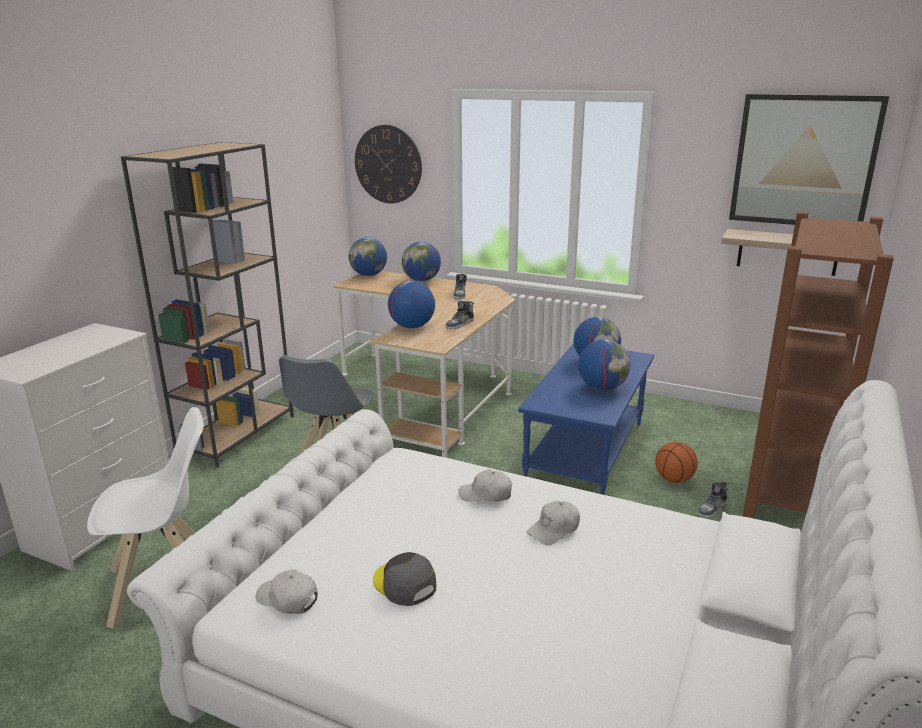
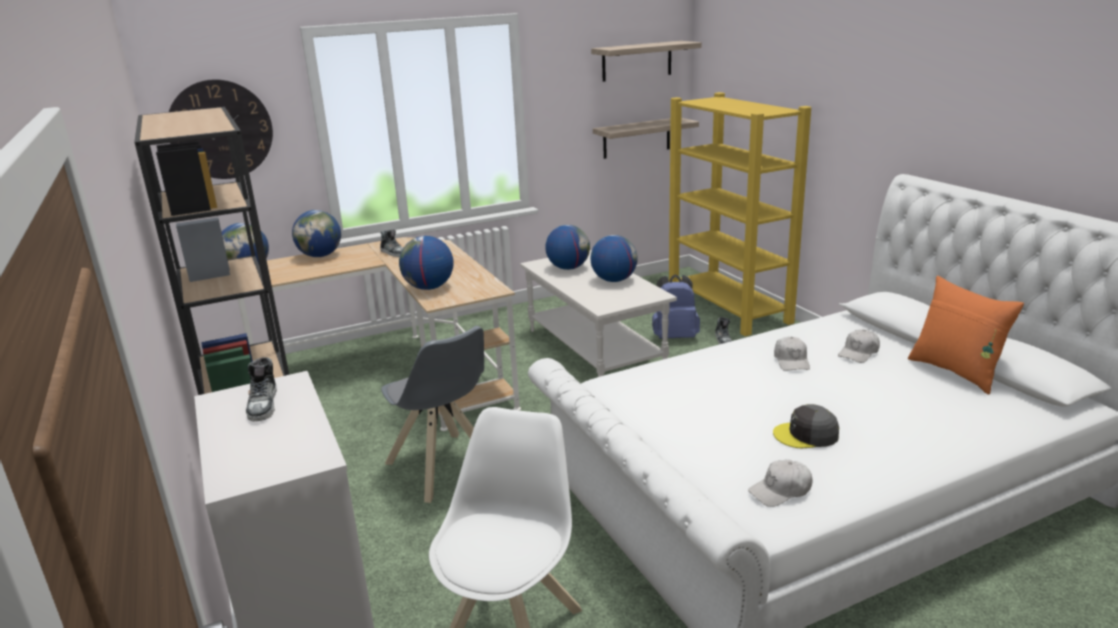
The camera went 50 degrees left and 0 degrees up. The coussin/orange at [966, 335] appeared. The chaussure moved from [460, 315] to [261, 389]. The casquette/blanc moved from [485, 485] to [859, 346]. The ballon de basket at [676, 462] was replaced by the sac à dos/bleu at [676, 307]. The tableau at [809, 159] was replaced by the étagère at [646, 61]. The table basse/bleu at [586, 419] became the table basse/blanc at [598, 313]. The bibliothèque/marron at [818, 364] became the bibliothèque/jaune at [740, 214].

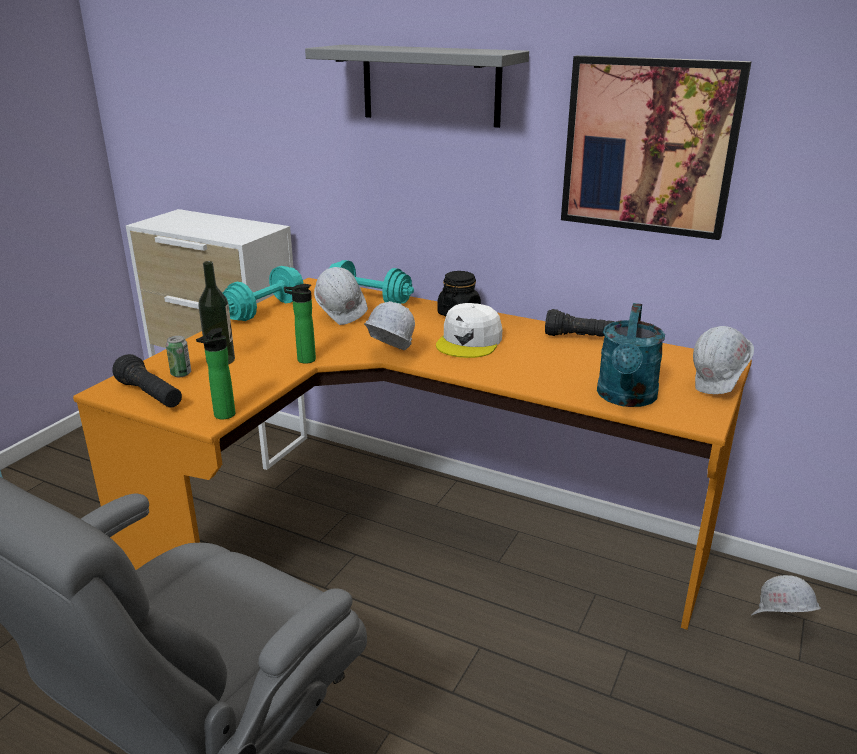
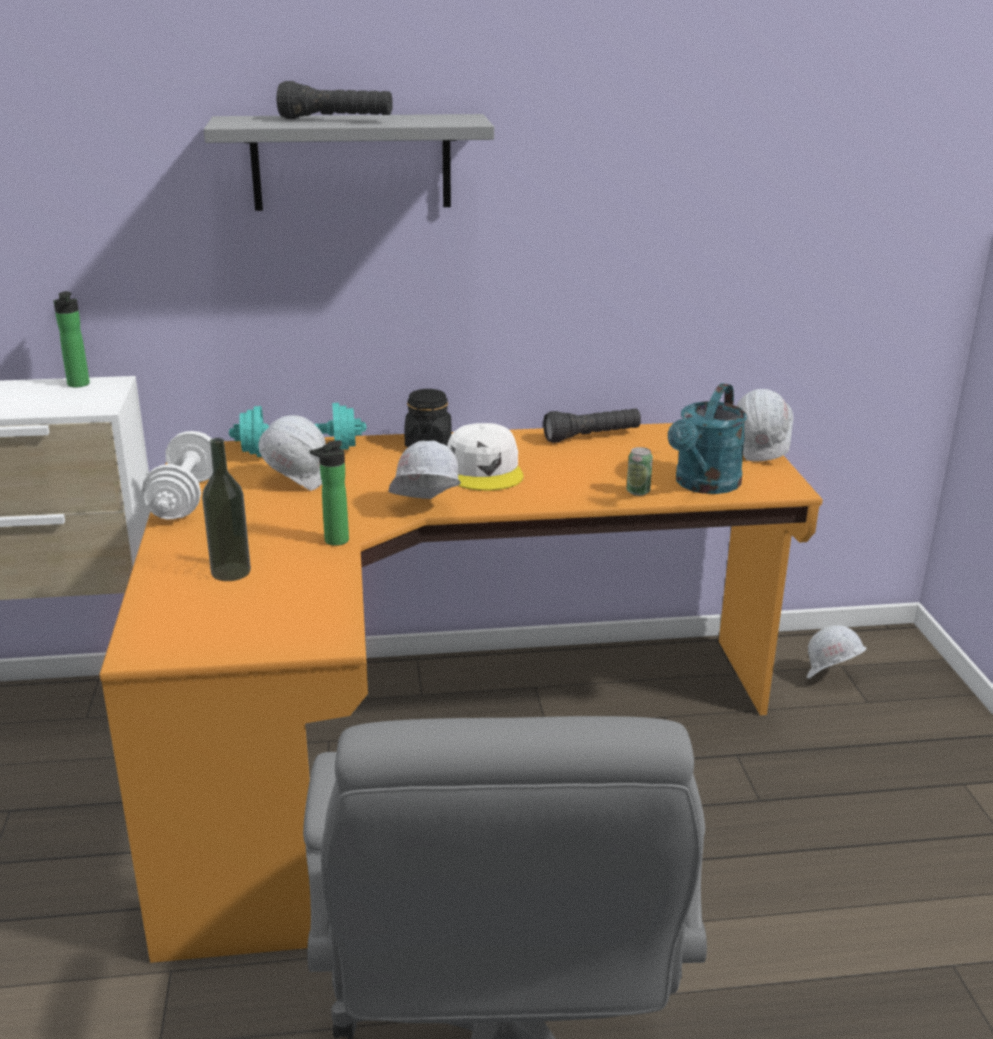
The camera went 35 degrees left and 0 degrees up. The tableau at [656, 147] disappeared. The lampe de poche/noir moved from [147, 381] to [334, 100]. The boîte métallique moved from [178, 356] to [640, 471]. The bouteille moved from [215, 373] to [71, 339]. The haltère/turquoise at [263, 293] became the haltère/blanc at [177, 475]. The arrosoir/turquoise at [631, 355] turned 45 degrees clockwise.

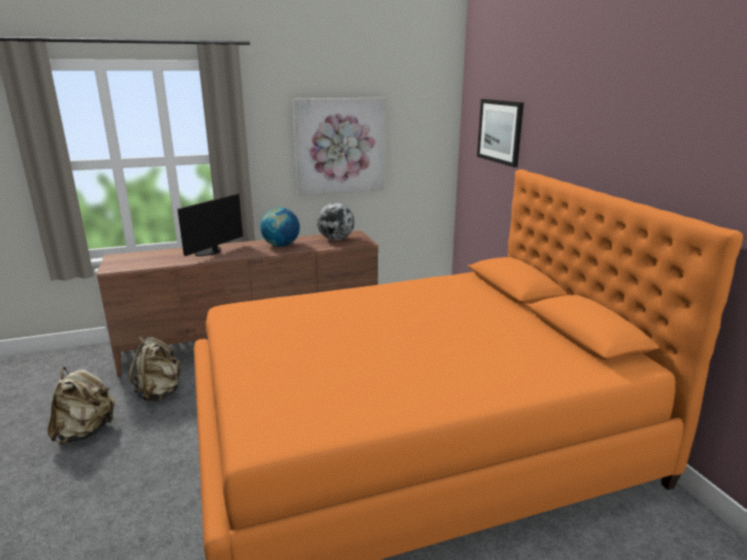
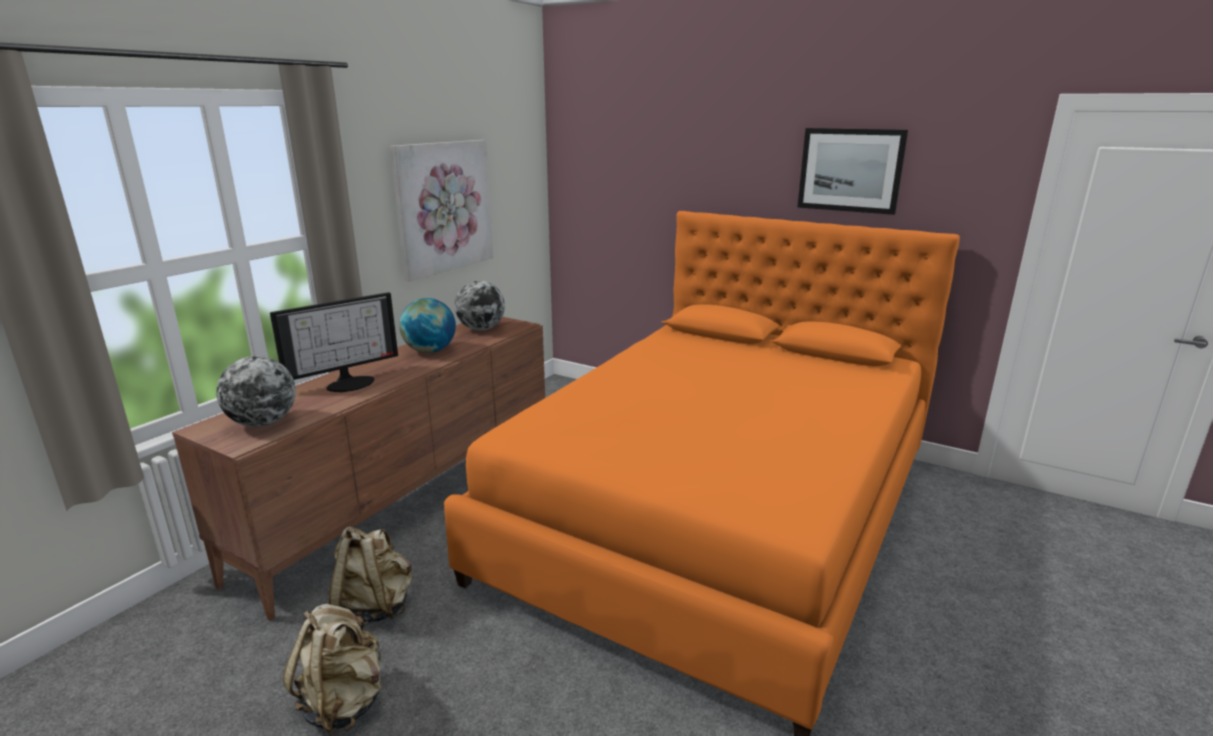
The camera went 40 degrees left and 0 degrees up. The globe at [256, 391] appeared. The tableau moved from [500, 133] to [853, 171]. The écran d'ordinateur at [210, 225] turned 120 degrees counterclockwise.

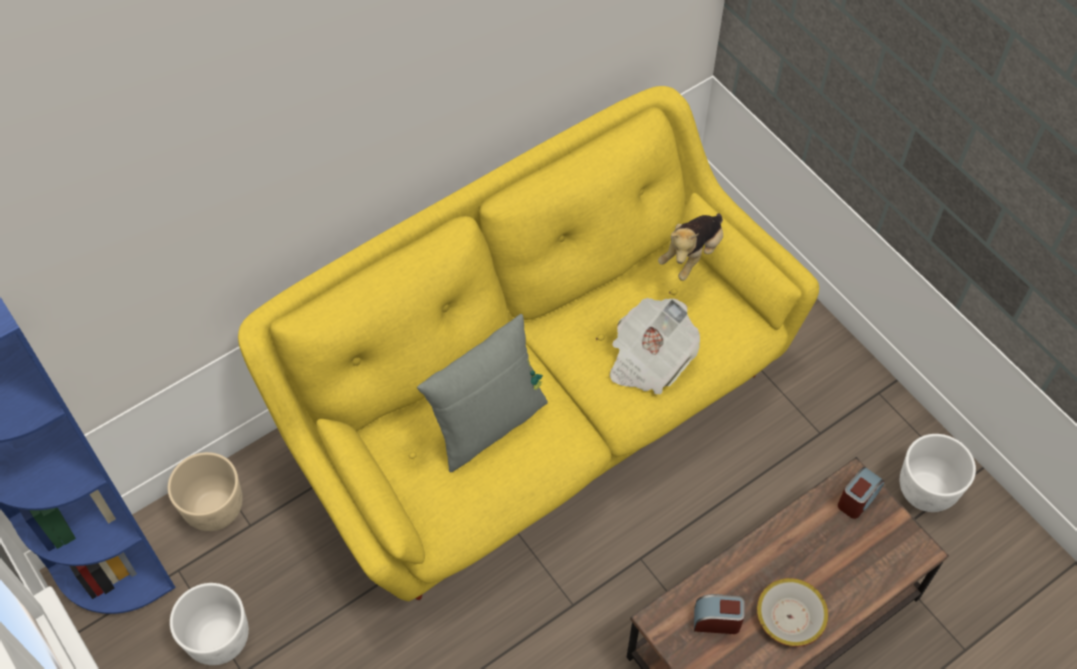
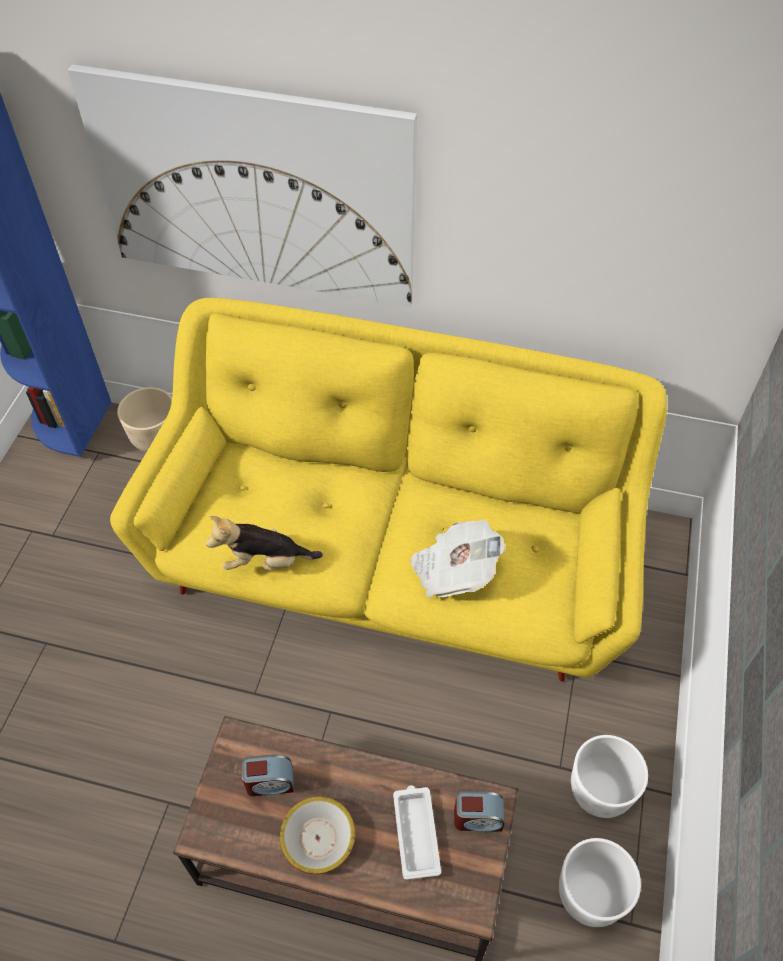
The camera went 50 degrees right and 5 degrees down. The coussin/gris at [482, 393] disappeared. The tableau at [242, 185] appeared. The plateau/blanc at [417, 832] appeared. The cache-pot/blanc moved from [209, 624] to [609, 776]. The peluche moved from [690, 247] to [264, 543]. The réveil at [719, 614] turned 120 degrees clockwise.

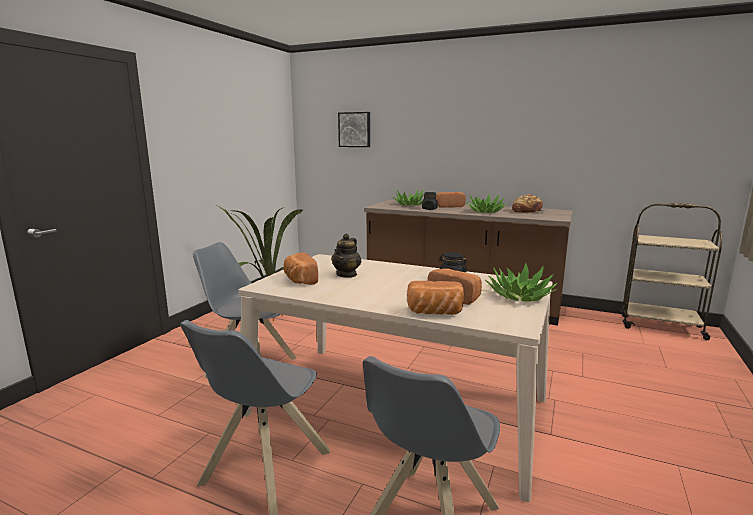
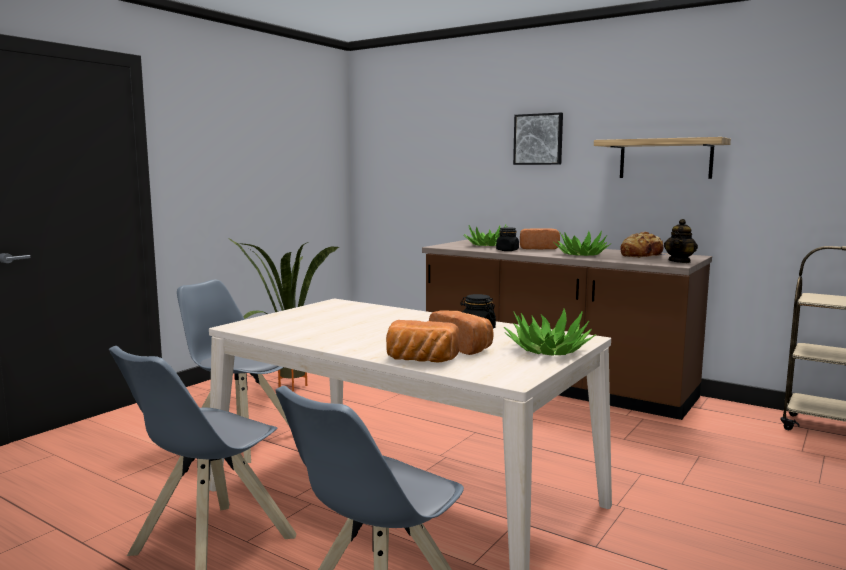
The camera went 10 degrees right and 5 degrees down. The pain at [300, 268] disappeared. The étagère at [662, 158] appeared. The théière moved from [346, 256] to [681, 241]. The tableau moved from [354, 129] to [538, 138].

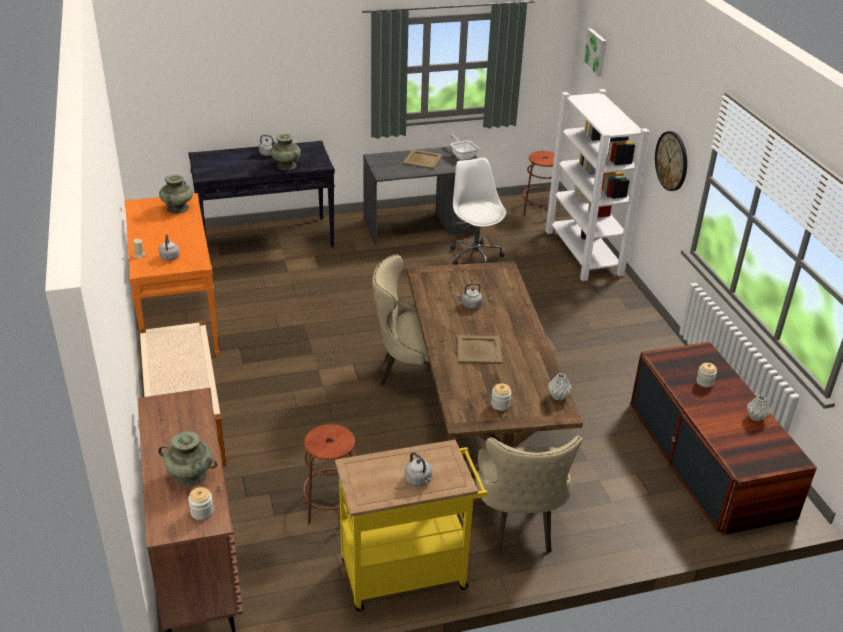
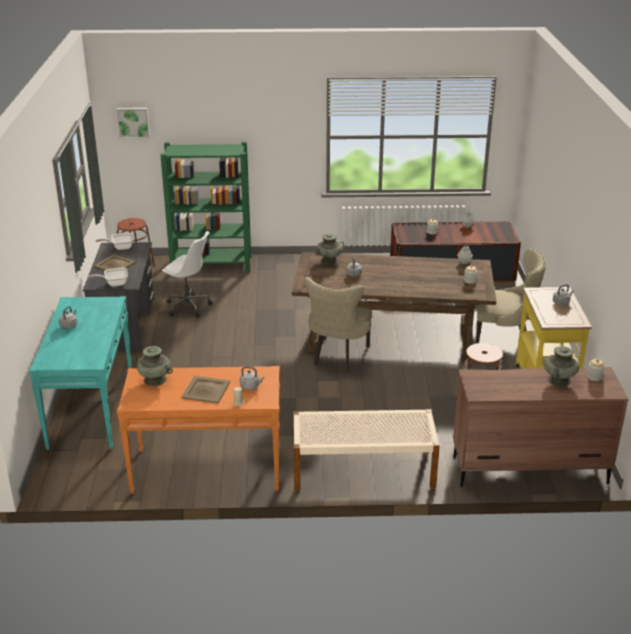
The camera went 75 degrees left and 5 degrees down. The horloge murale at [671, 161] disappeared. The poêle at [108, 276] appeared. The vase/turquoise moved from [286, 152] to [329, 249]. The plateau/beige moved from [479, 349] to [205, 390]. The table console/noir at [261, 194] became the table console/turquoise at [80, 373]. The bibliothèque/blanc at [597, 185] became the bibliothèque/vert at [206, 206]. The chaise de bureau/blanc at [478, 211] turned 150 degrees counterclockwise.

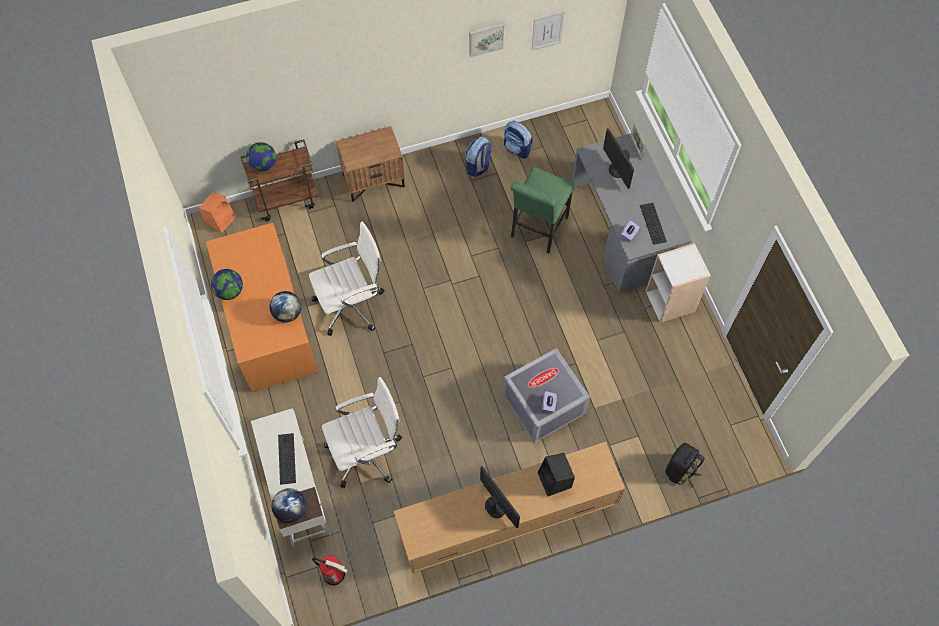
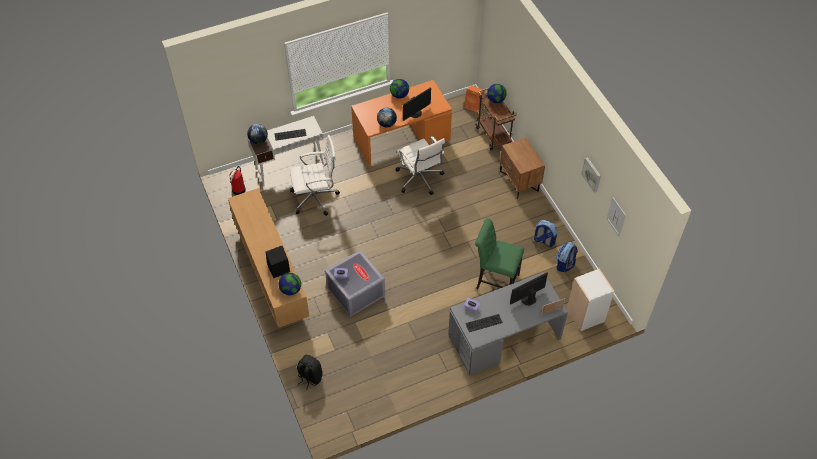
The camera went 85 degrees right and 10 degrees down. The globe at [290, 284] appeared. The écran d'ordinateur moved from [500, 497] to [417, 104]. The bibliothèque moved from [678, 283] to [590, 300]. The chaise de bureau/blanc at [362, 432] turned 75 degrees counterclockwise.

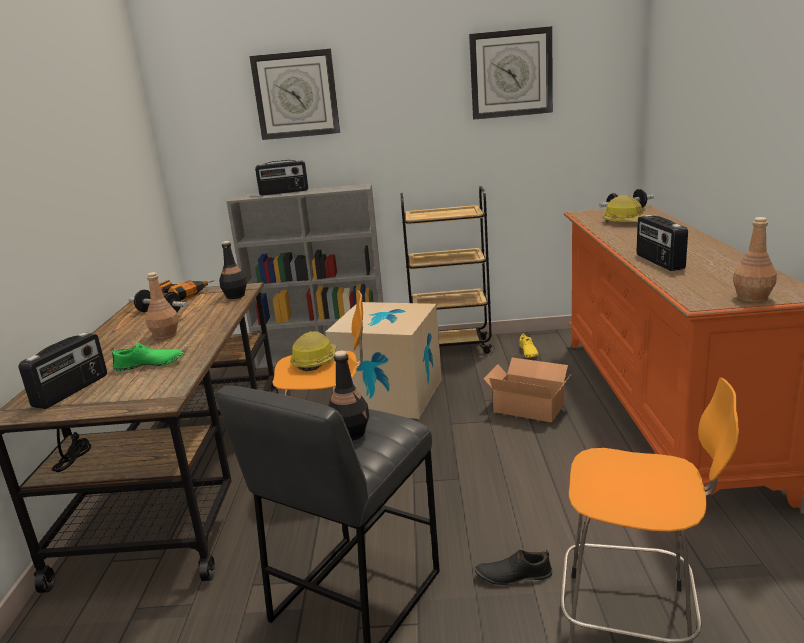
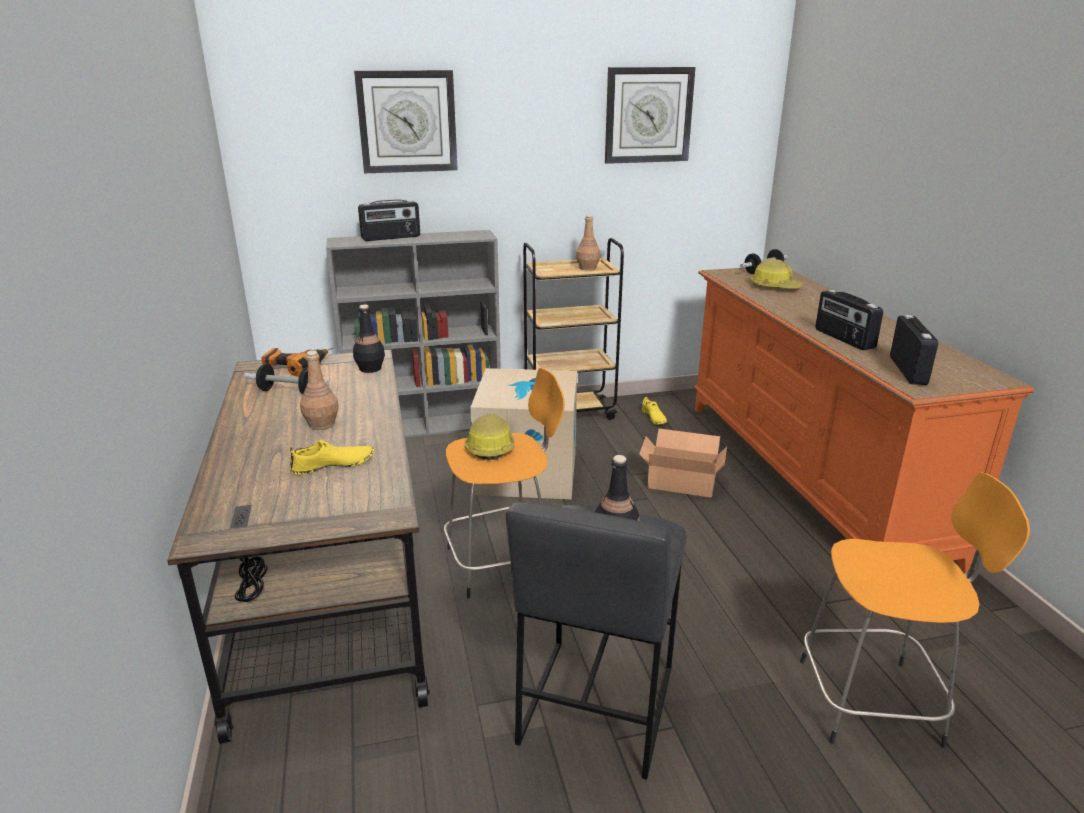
The camera went 15 degrees left and 5 degrees up. The chaussure/noir at [513, 567] disappeared. The radio moved from [62, 370] to [914, 350]. The bouteille/marron moved from [755, 260] to [588, 242]. The chaussure/vert at [147, 357] became the chaussure/jaune at [332, 457].

